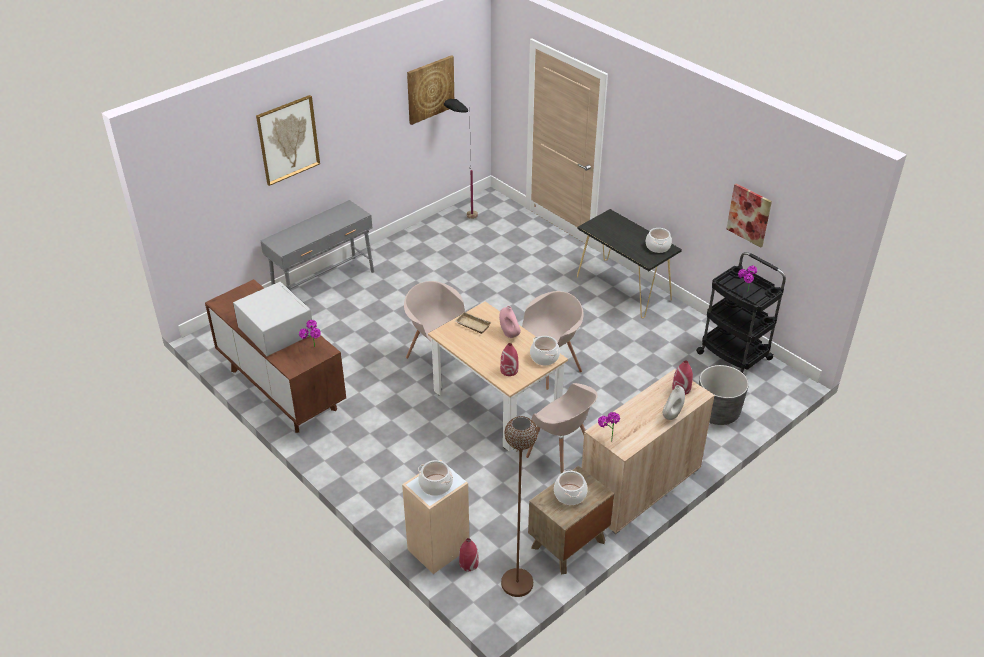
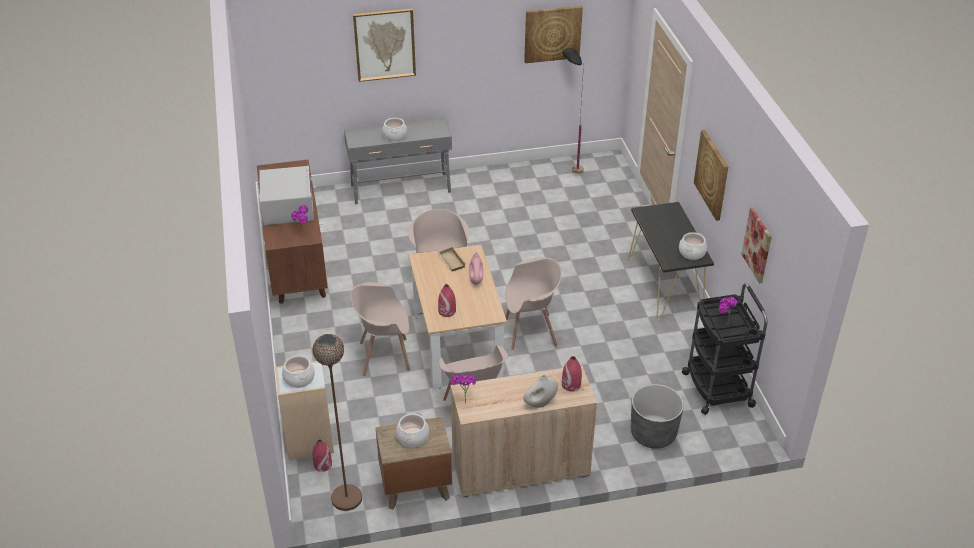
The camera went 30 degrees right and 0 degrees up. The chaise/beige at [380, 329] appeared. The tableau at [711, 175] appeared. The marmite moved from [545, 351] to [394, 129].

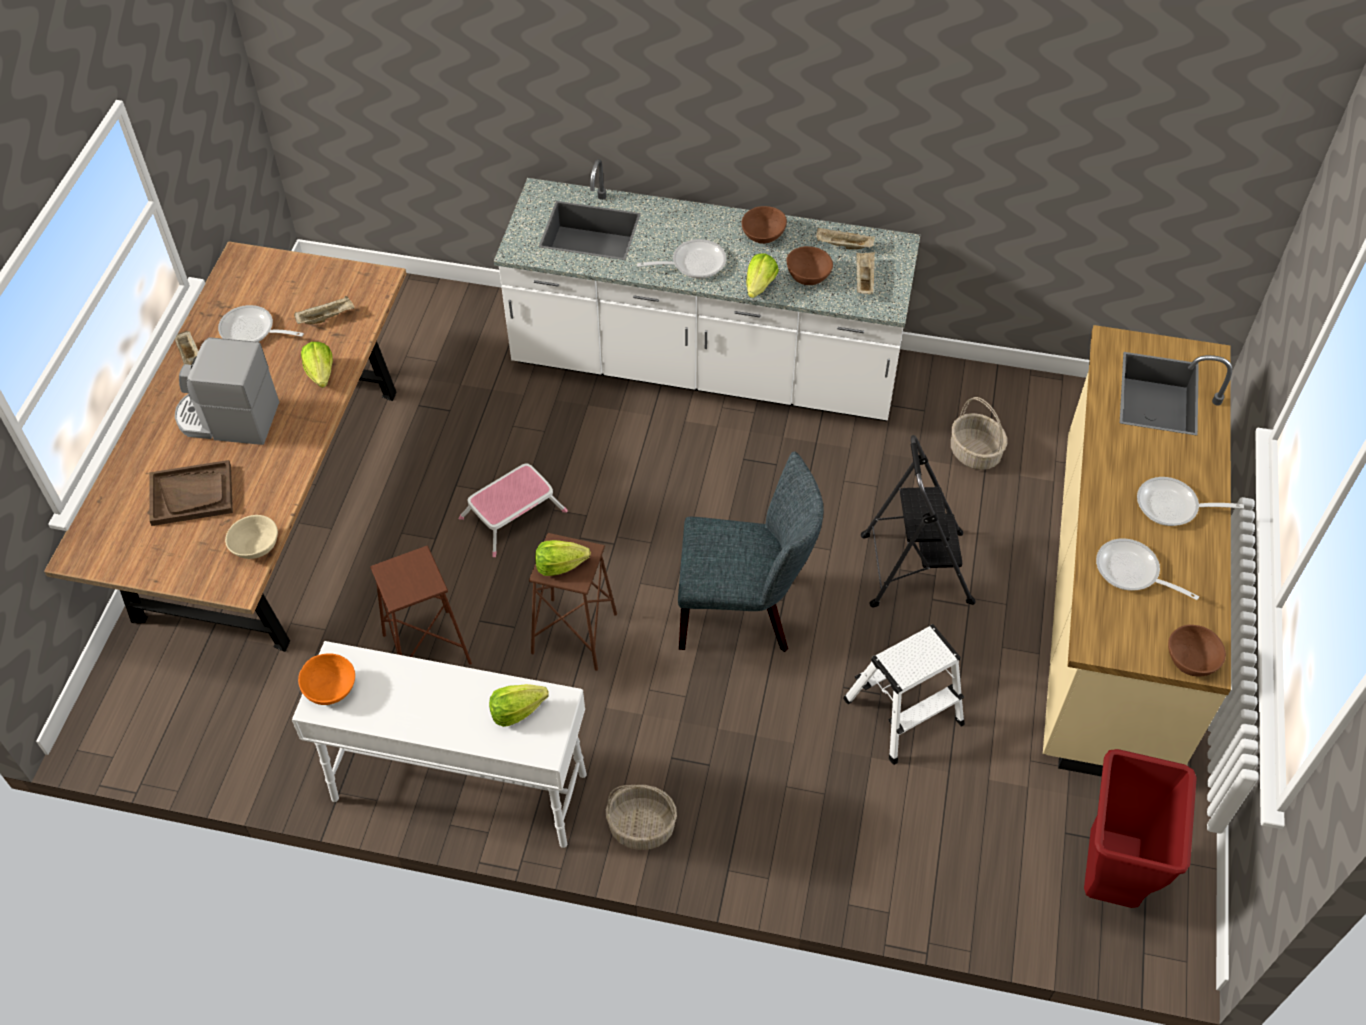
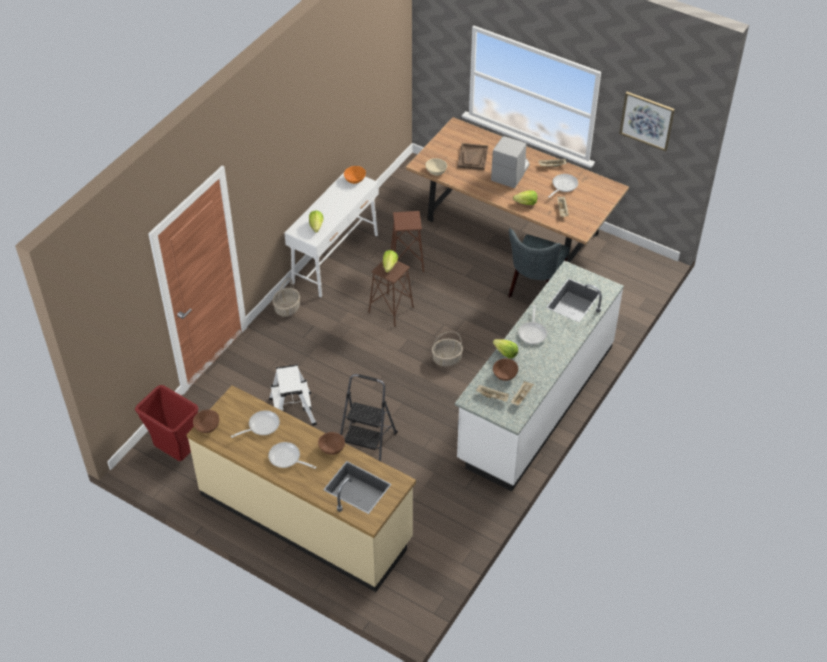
The camera went 110 degrees right and 5 degrees down. The escabeau/rose at [513, 510] disappeared. The tableau at [647, 121] appeared. The chaise/gris moved from [751, 552] to [539, 263]. The bol/marron moved from [764, 225] to [331, 443]. The panier moved from [979, 433] to [447, 349]. The poêle at [1190, 501] turned 90 degrees counterclockwise.

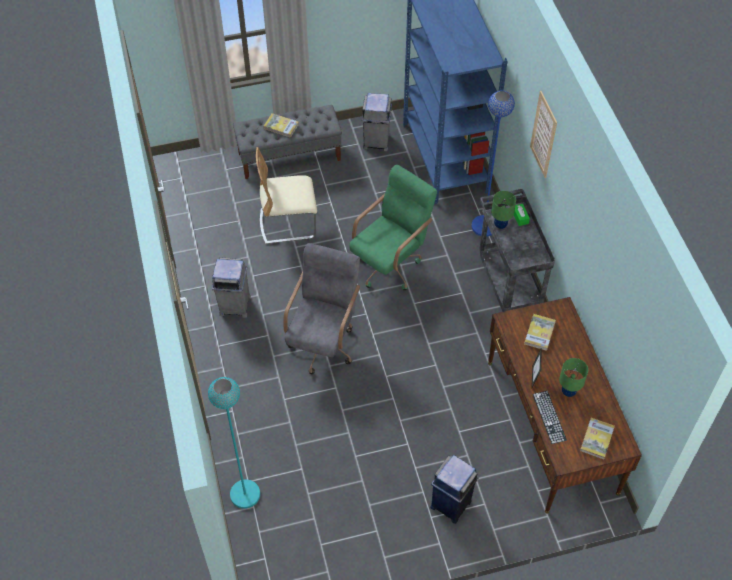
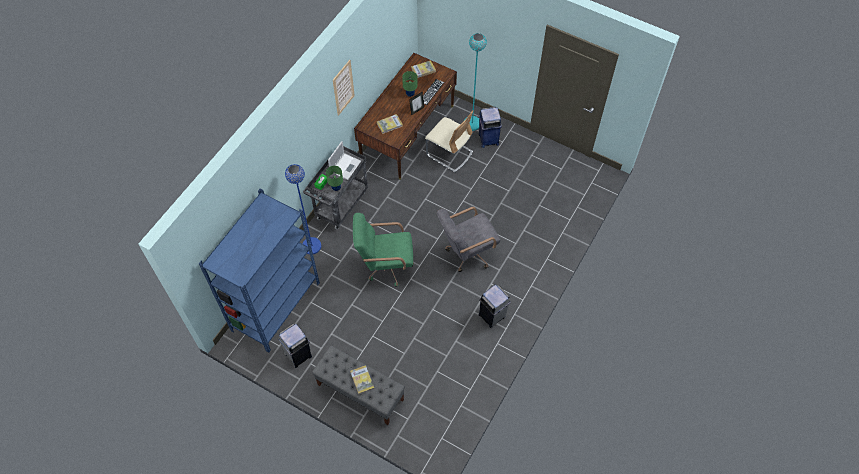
The camera went 135 degrees left and 5 degrees up. The ordinateur portable at [344, 160] appeared. The lampadaire/turquoise moved from [234, 443] to [476, 82]. The chaise/beige moved from [286, 195] to [449, 141]. The tableau moved from [543, 134] to [344, 88].

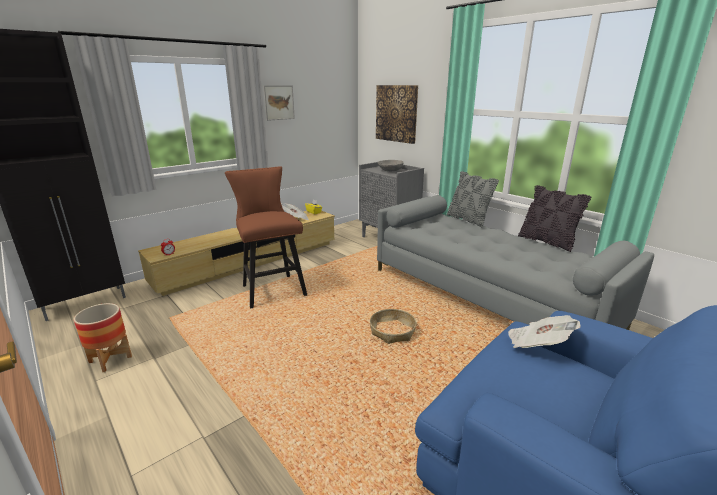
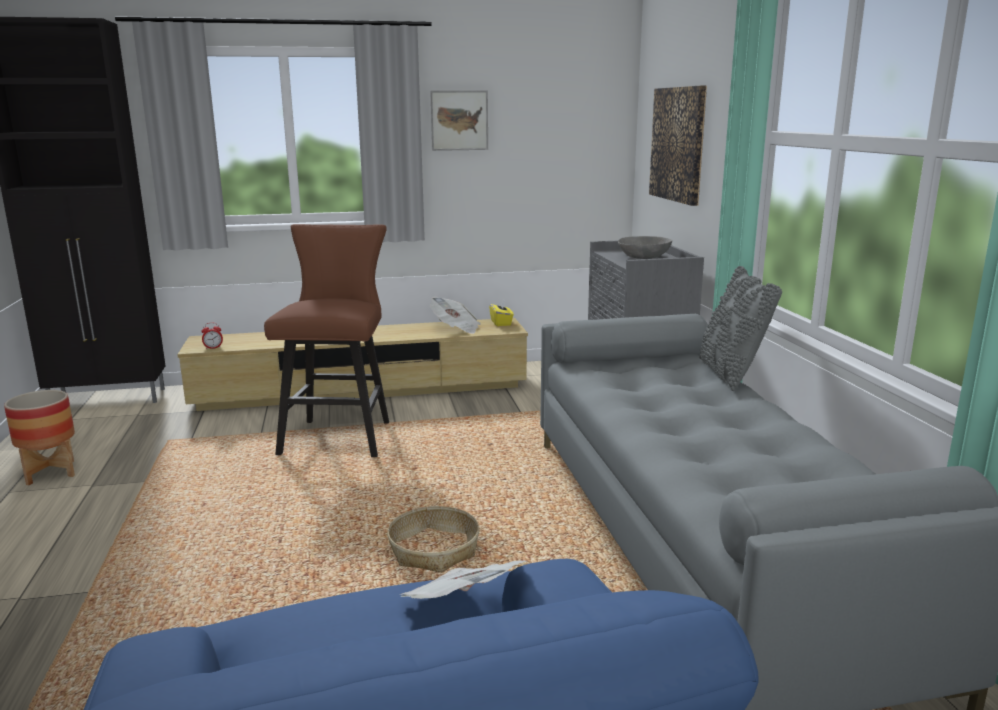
The camera went 30 degrees right and 5 degrees down. The coussin/noir at [554, 218] disappeared.

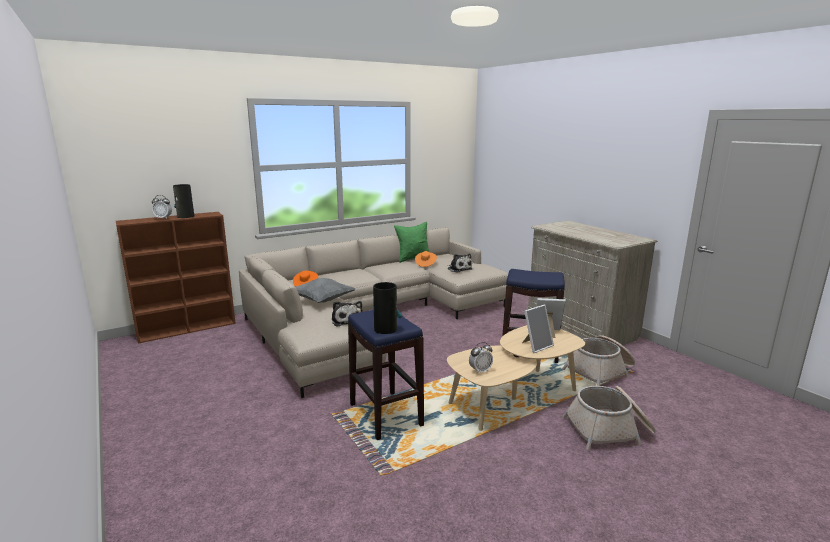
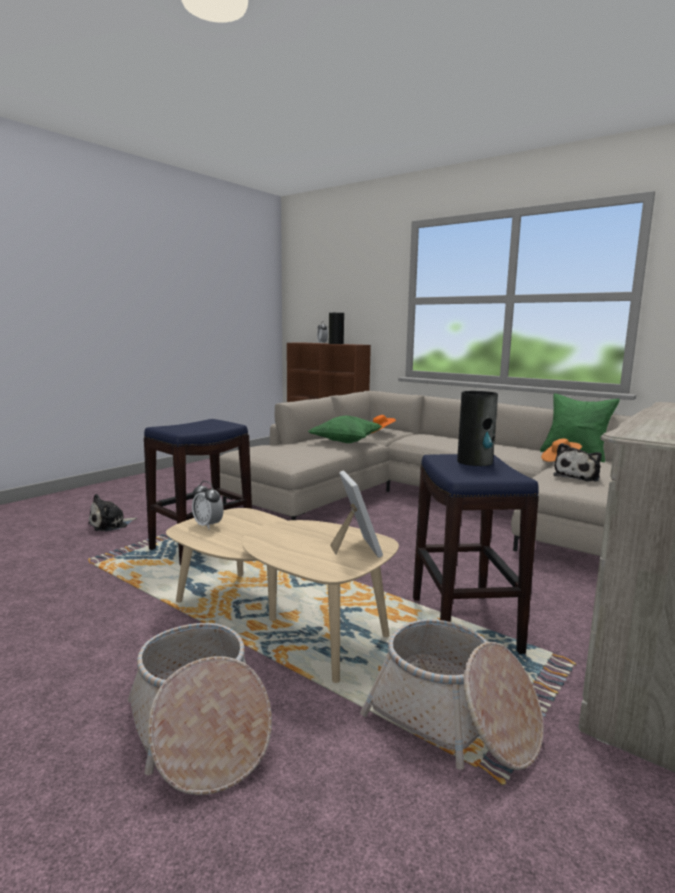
The camera went 70 degrees right and 5 degrees down. The cadre photo at [538, 328] disappeared. The peluche moved from [347, 313] to [112, 512]. The vase moved from [387, 308] to [477, 428]. The coussin/gris at [326, 290] became the coussin/vert at [345, 429].

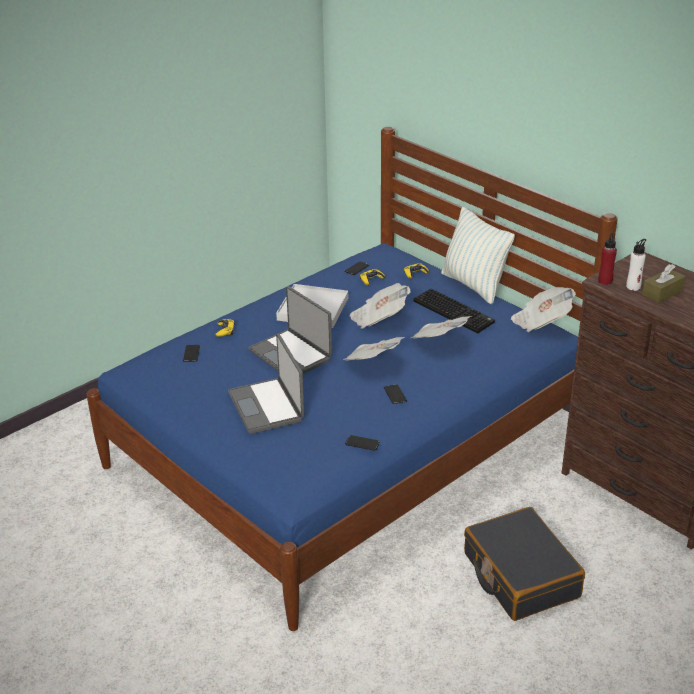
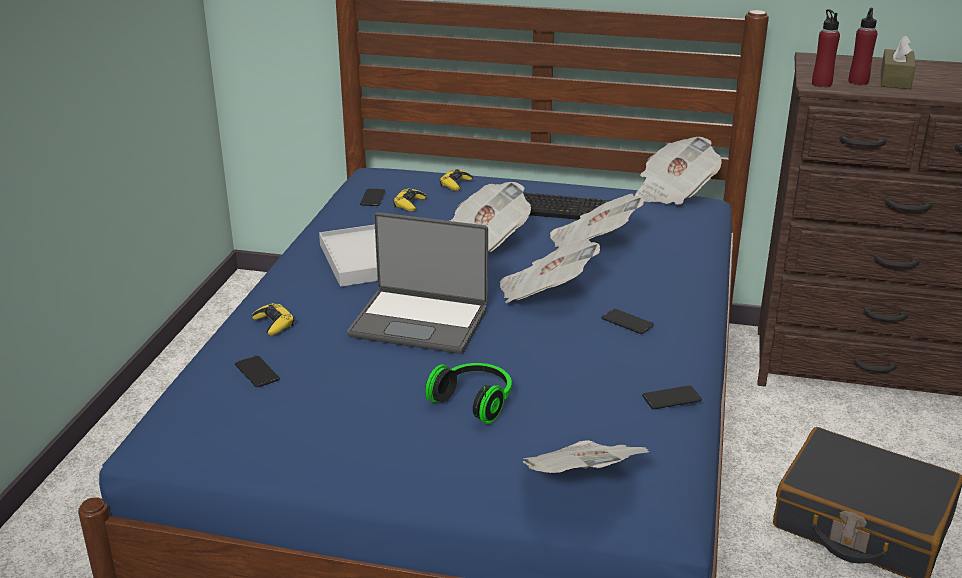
The camera went 35 degrees left and 5 degrees down. The coussin at [478, 255] disappeared. The journal at [586, 456] appeared. The ordinateur portable at [266, 383] was replaced by the casque audio at [468, 393]. The bouteille/blanc at [636, 265] became the bouteille/rouge at [862, 46].

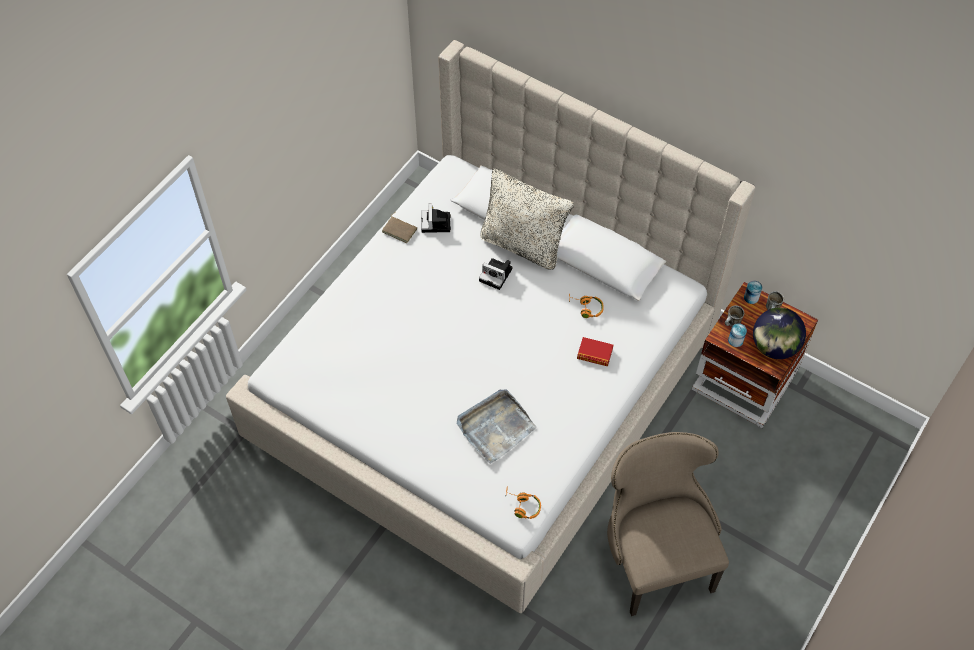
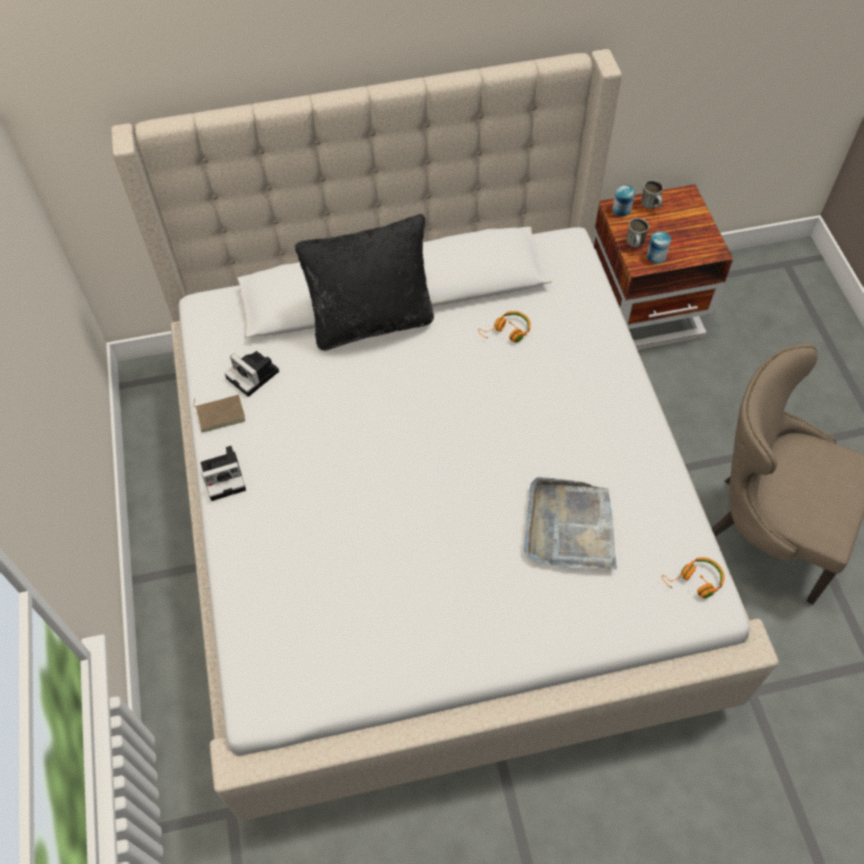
The camera went 45 degrees left and 0 degrees up. The livre at [595, 352] disappeared. The globe at [779, 333] disappeared. The appareil photo moved from [495, 274] to [223, 473]. The coussin/beige at [527, 219] became the coussin/noir at [364, 282].

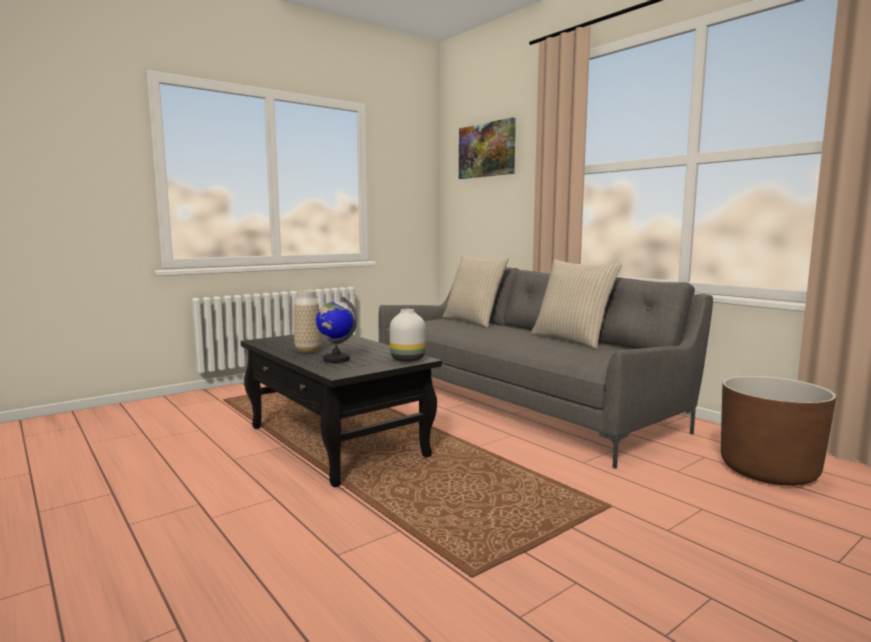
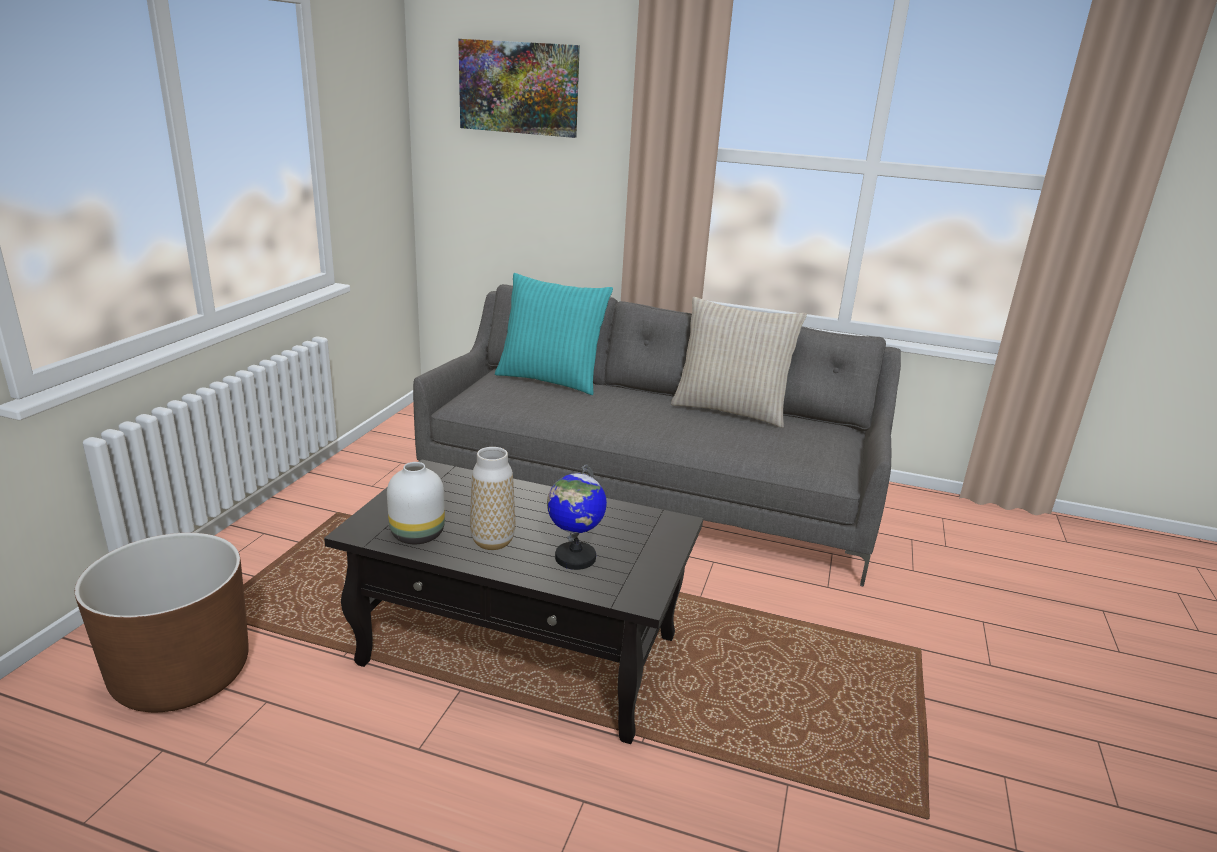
The camera went 35 degrees left and 15 degrees up. The vase/blanc moved from [408, 335] to [416, 503]. The cache-pot/marron moved from [778, 431] to [162, 622]. The coussin/beige at [476, 291] became the coussin/turquoise at [554, 334].

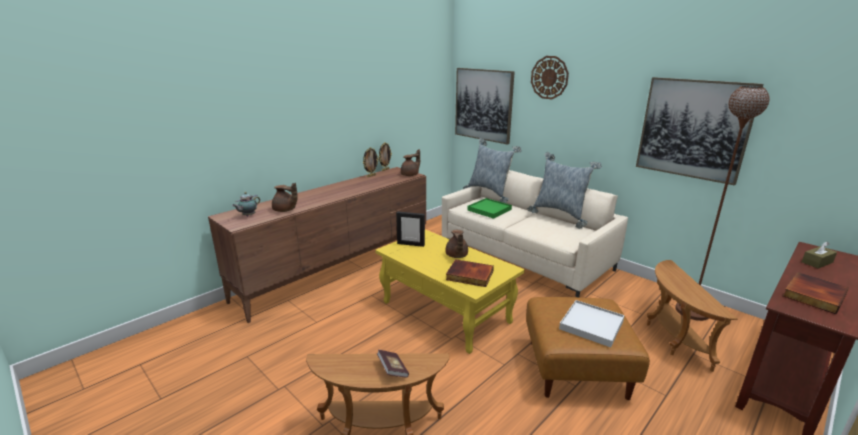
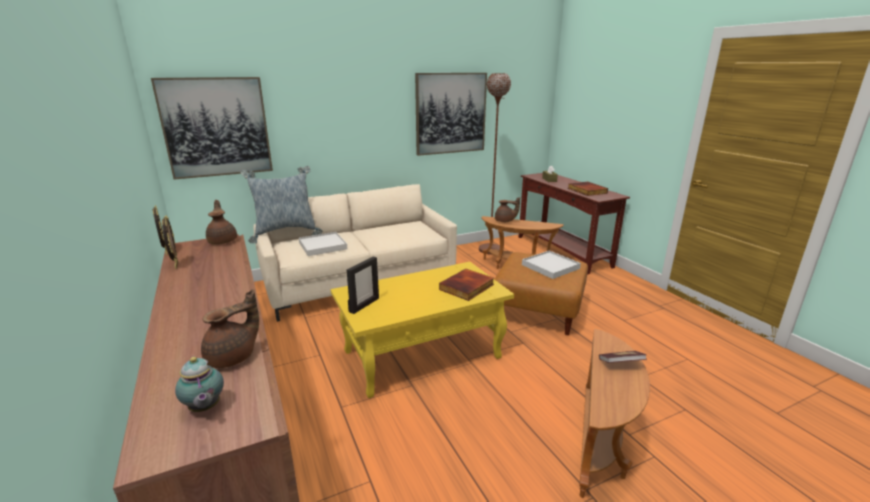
The camera went 70 degrees left and 0 degrees up. The coussin at [564, 190] disappeared. The horloge murale at [550, 77] disappeared. The théière/marron moved from [456, 244] to [507, 209]. The plateau/vert at [489, 208] became the plateau/blanc at [323, 244].

